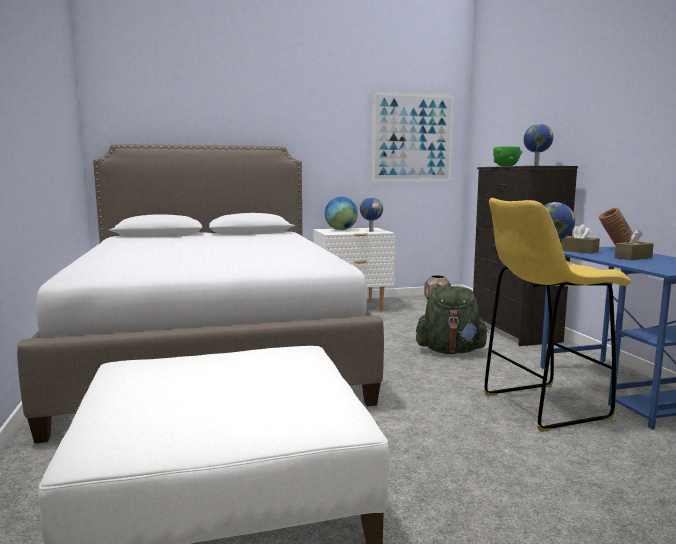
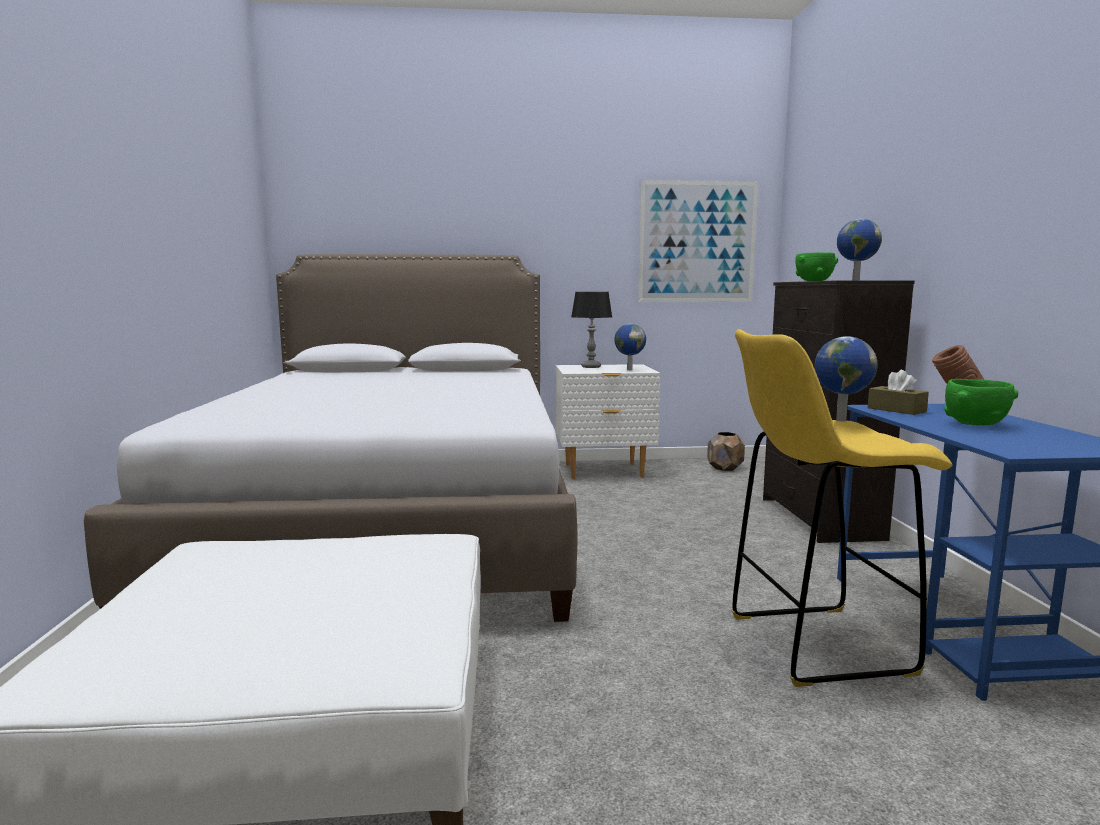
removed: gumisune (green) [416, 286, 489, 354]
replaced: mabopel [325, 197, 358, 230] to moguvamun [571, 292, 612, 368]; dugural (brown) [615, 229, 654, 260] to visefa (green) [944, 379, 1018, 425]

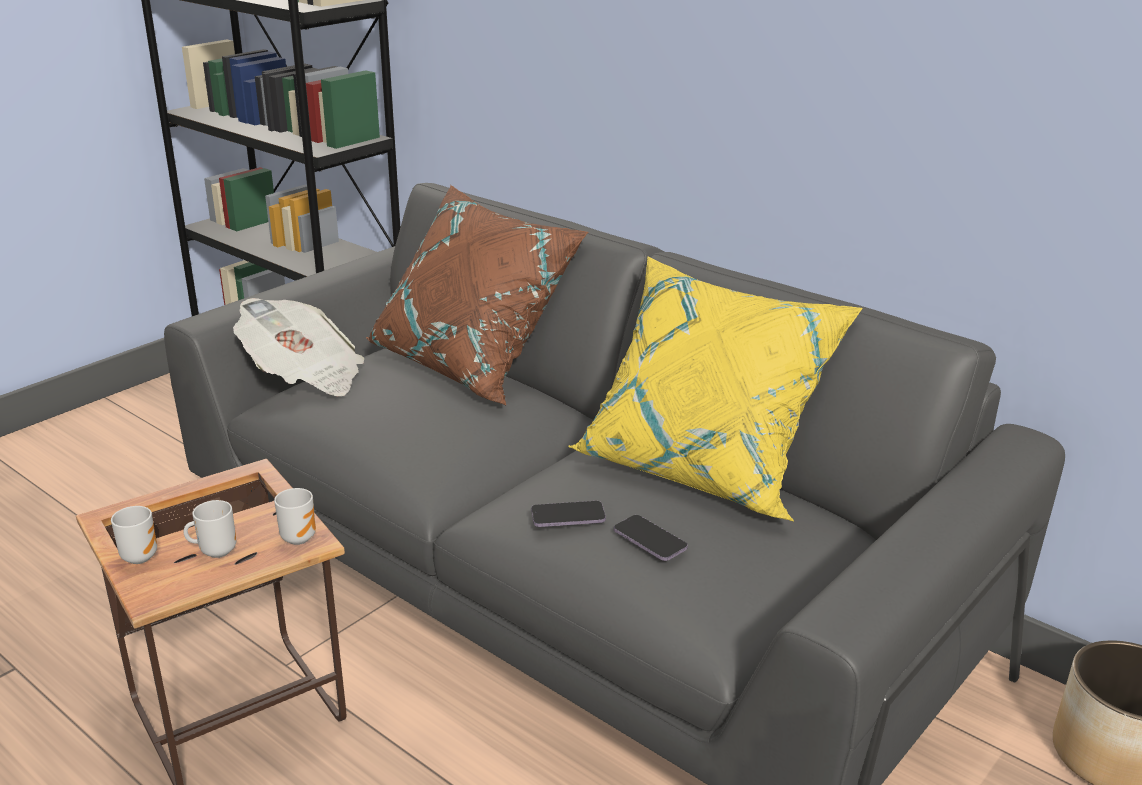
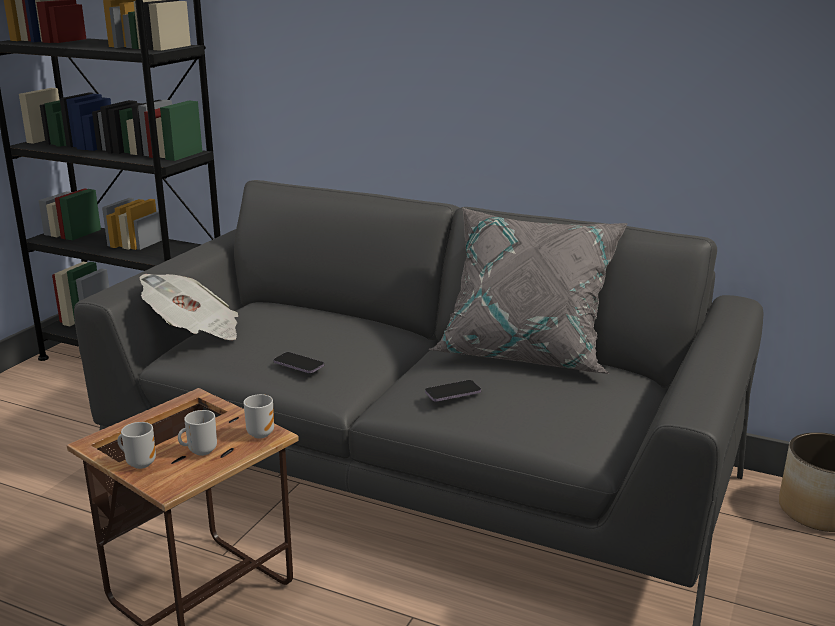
removed: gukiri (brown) [366, 185, 588, 405]
moved: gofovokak [614, 515, 688, 561] to [273, 352, 324, 373]
recoloured: gukiri (yellow) [568, 257, 863, 521] to gukiri (grey) [429, 208, 628, 374]

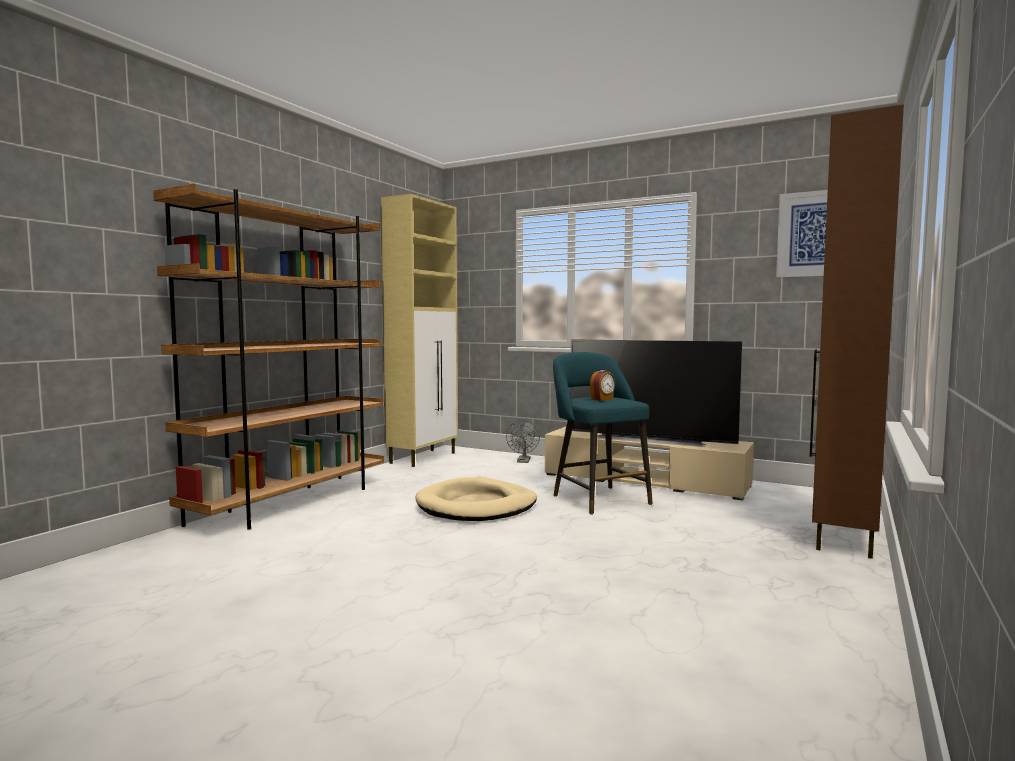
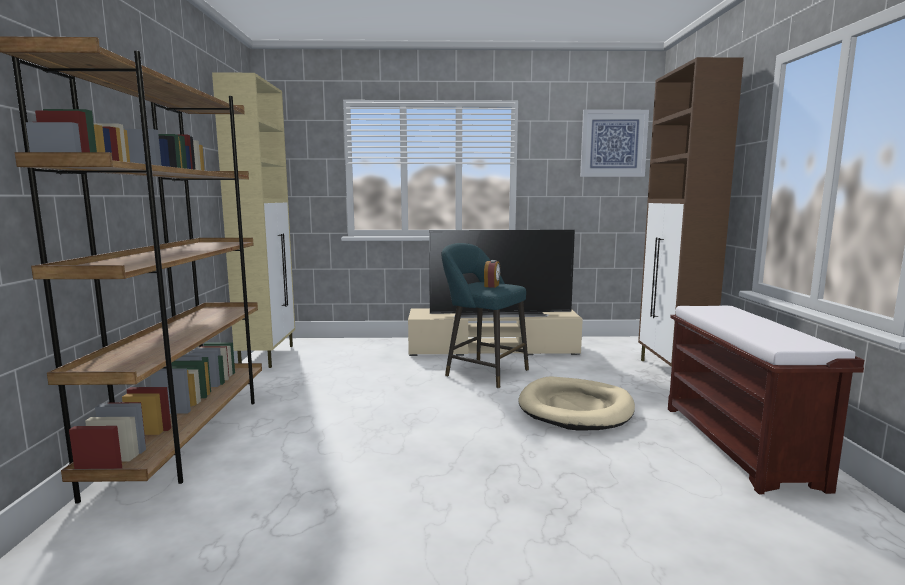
removed: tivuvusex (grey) [506, 420, 540, 463]
added: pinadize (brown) [668, 306, 864, 494]
moved: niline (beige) [415, 477, 537, 521] to [519, 376, 635, 431]

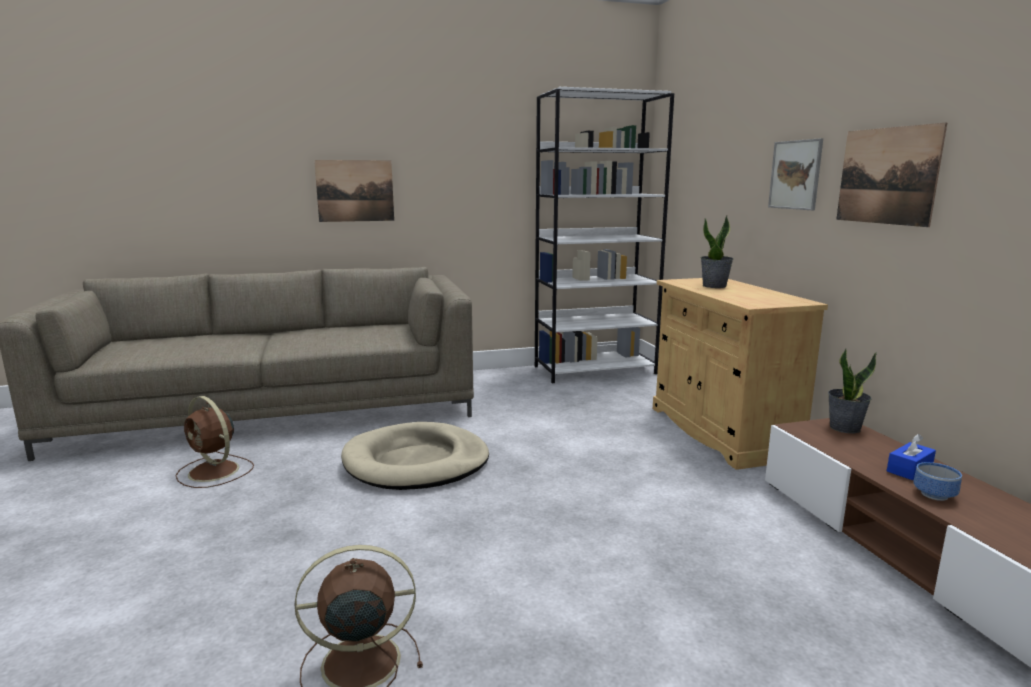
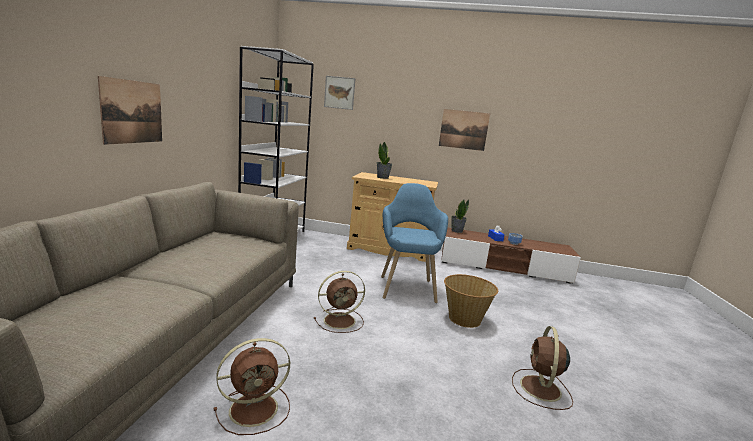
added: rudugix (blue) [381, 183, 448, 303]; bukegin [444, 274, 498, 328]
moved: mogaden [768, 138, 823, 210] to [324, 76, 356, 110]
replaced: niline (beige) [341, 422, 489, 490] to tivuvusex (brown) [314, 271, 365, 333]

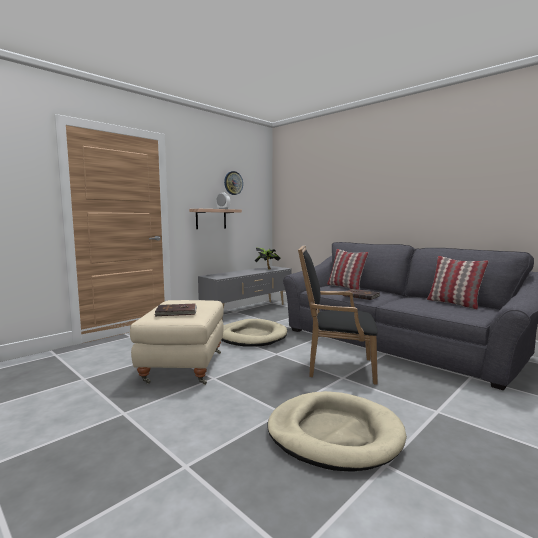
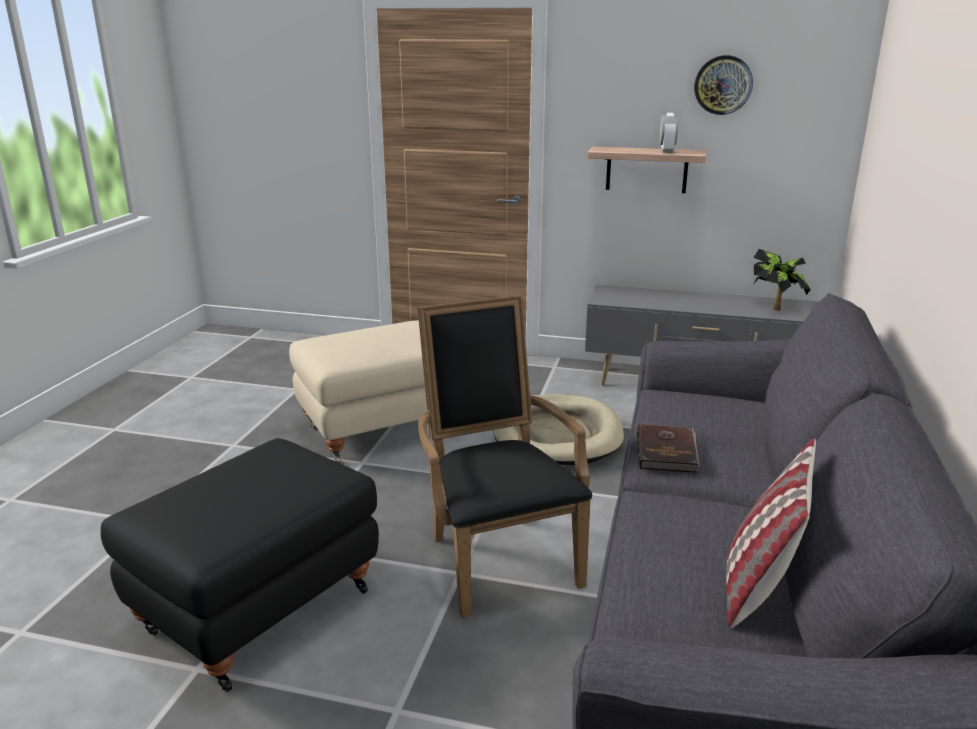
removed: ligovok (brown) [155, 304, 197, 316]; gukiri [327, 249, 368, 290]
replaced: niline (beige) [267, 391, 407, 472] to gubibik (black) [101, 438, 379, 692]

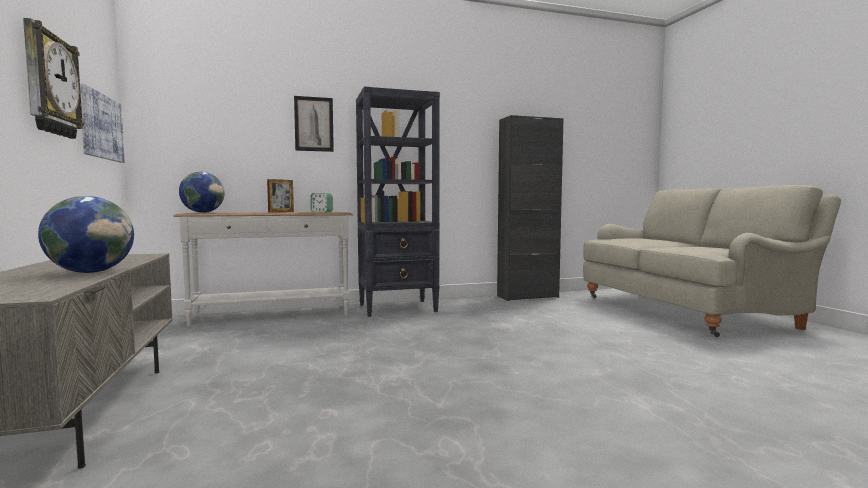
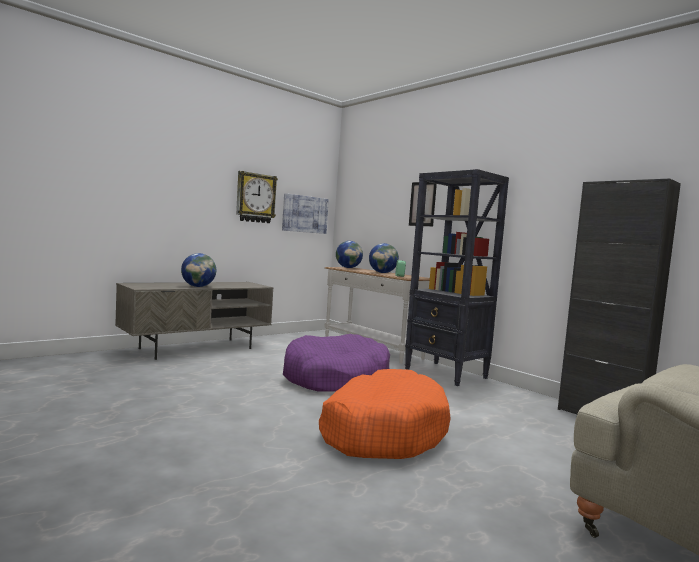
added: niline (purple) [283, 334, 390, 392]; niline (orange) [319, 369, 451, 459]
replaced: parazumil [267, 179, 294, 213] to mabopel [369, 243, 399, 273]

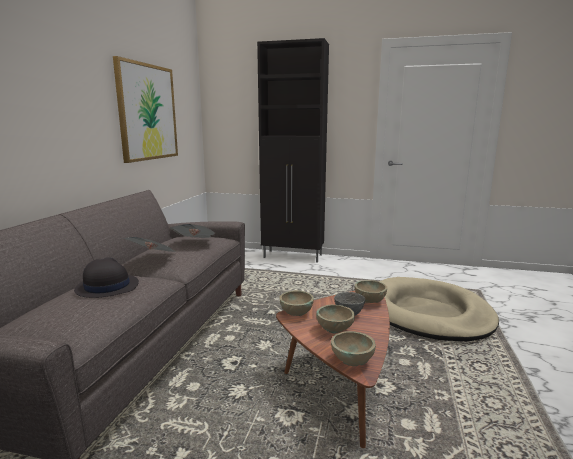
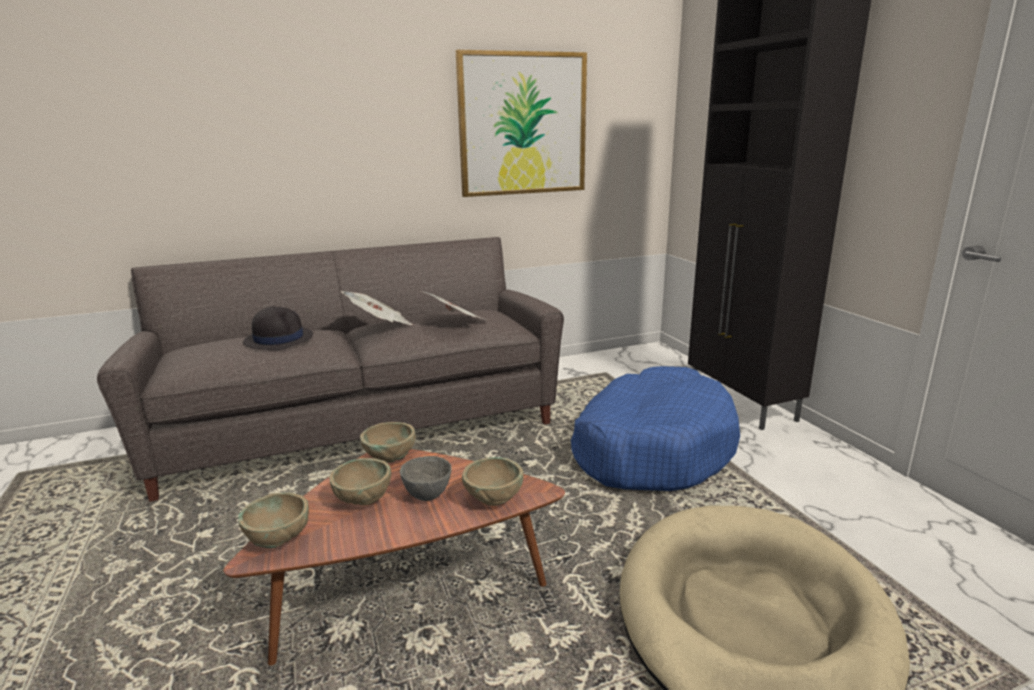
added: niline (blue) [571, 366, 740, 491]

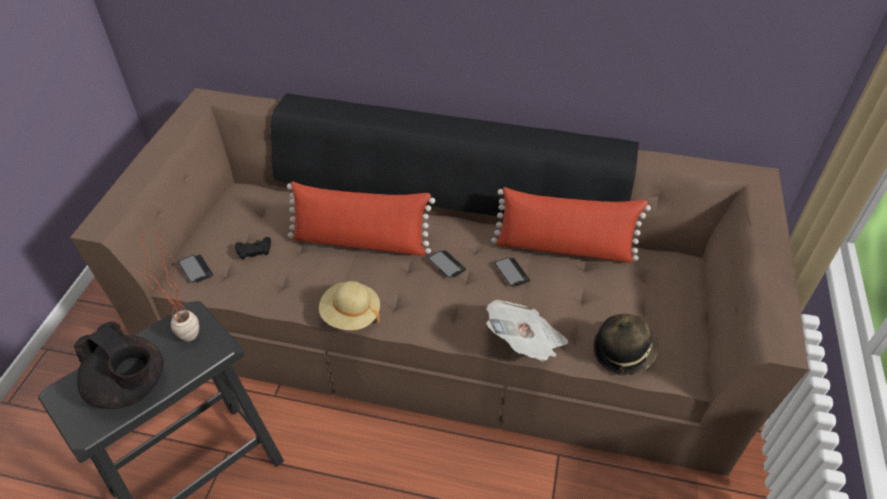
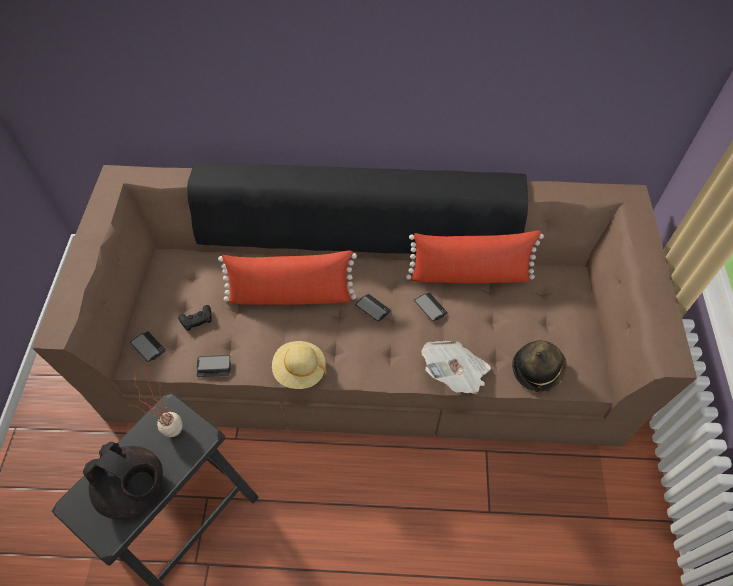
added: gofovokak [196, 355, 231, 377]

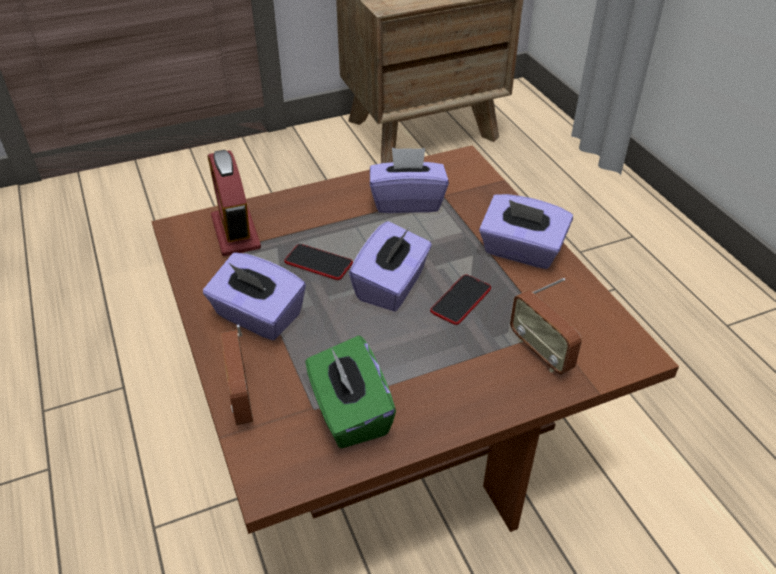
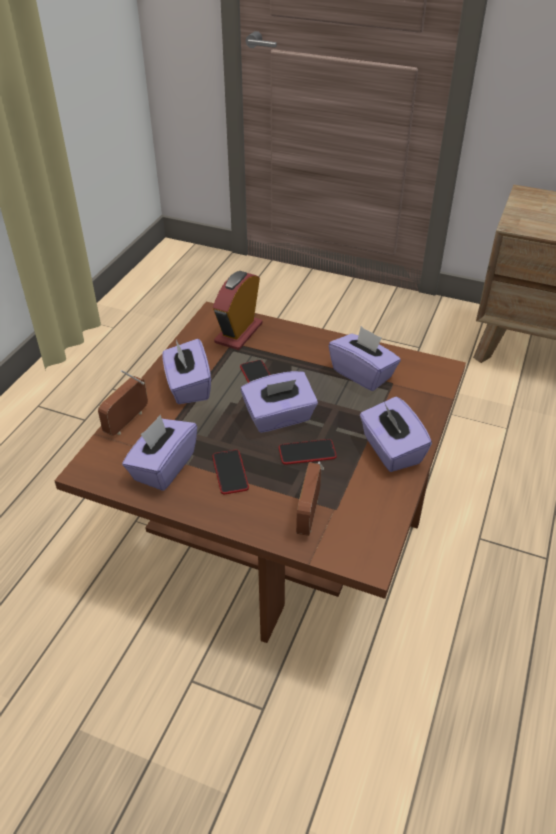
added: gofovokak [213, 450, 249, 494]
recoloured: dugural (green) [305, 335, 396, 448] to dugural (purple) [122, 415, 197, 491]

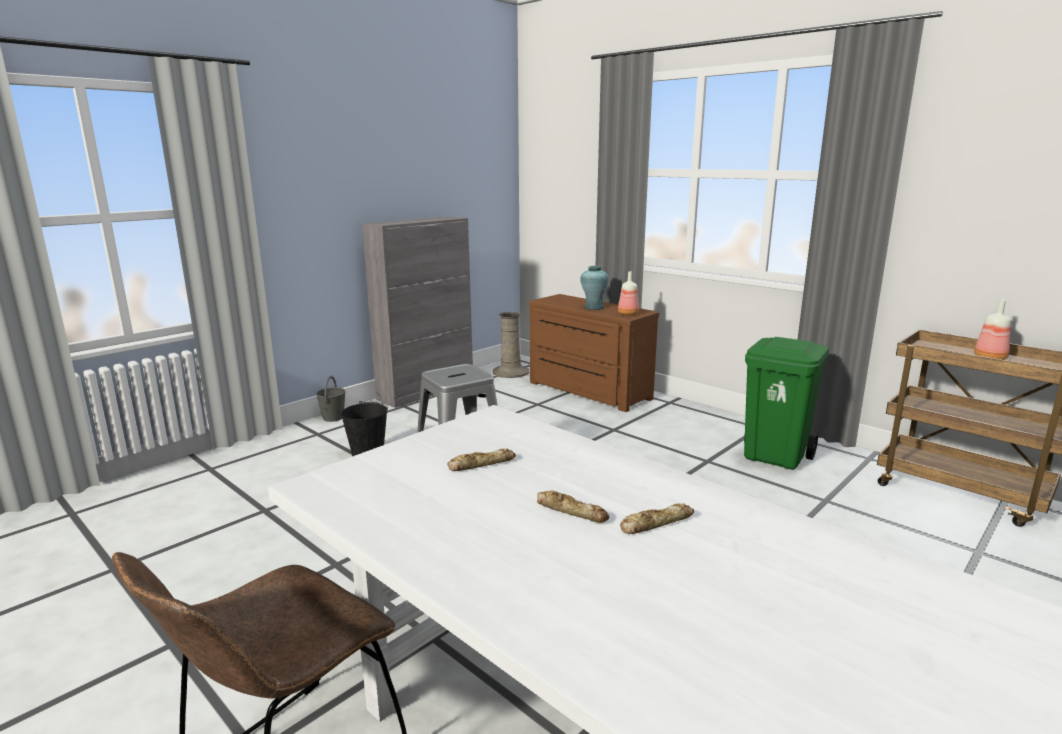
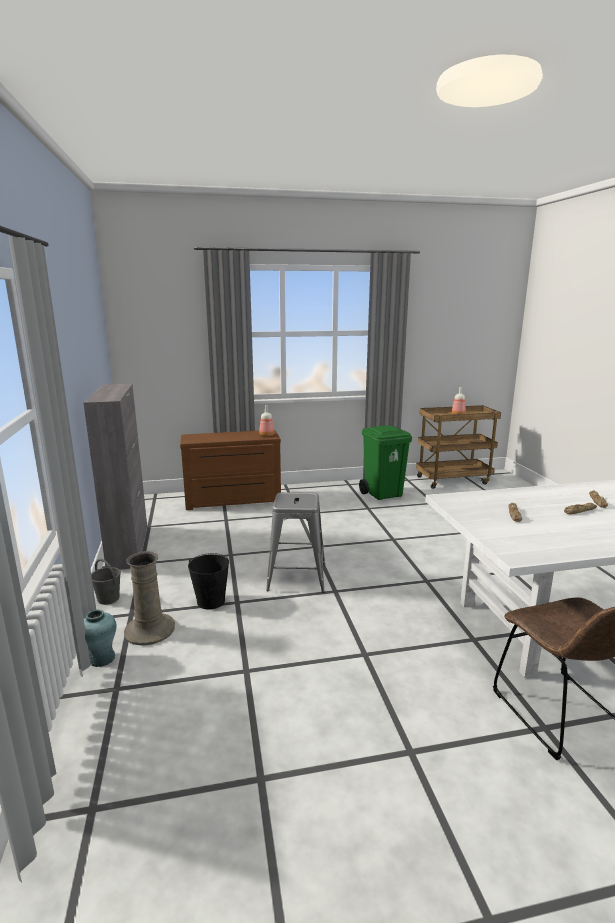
moved: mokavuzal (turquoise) [580, 266, 609, 310] to [84, 610, 117, 667]; mokavuzal (beige) [493, 312, 529, 378] to [124, 551, 175, 646]

